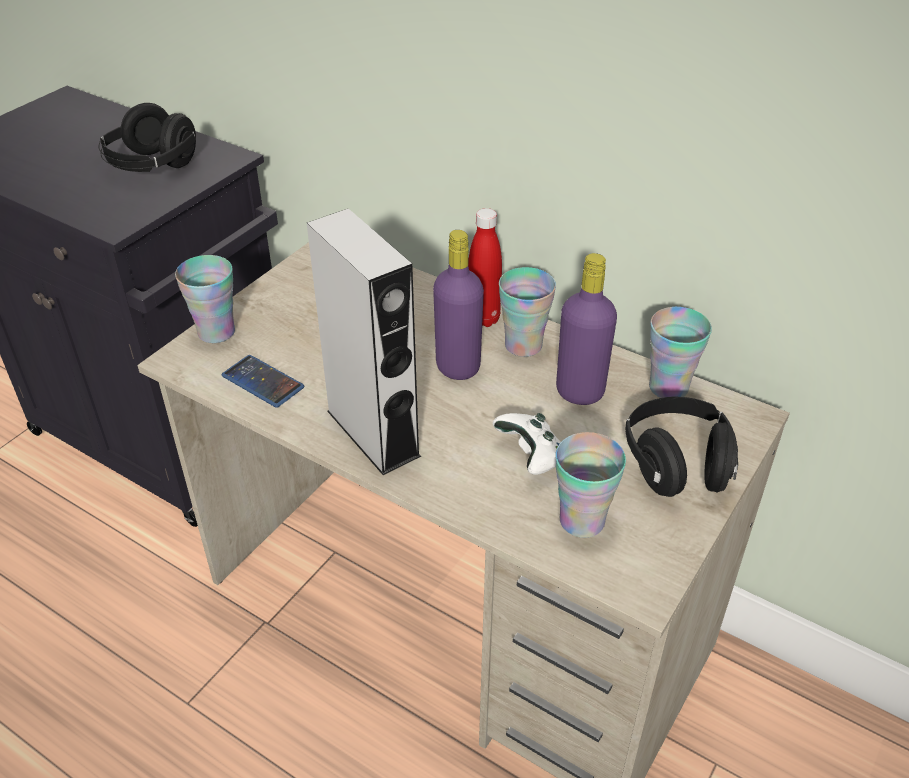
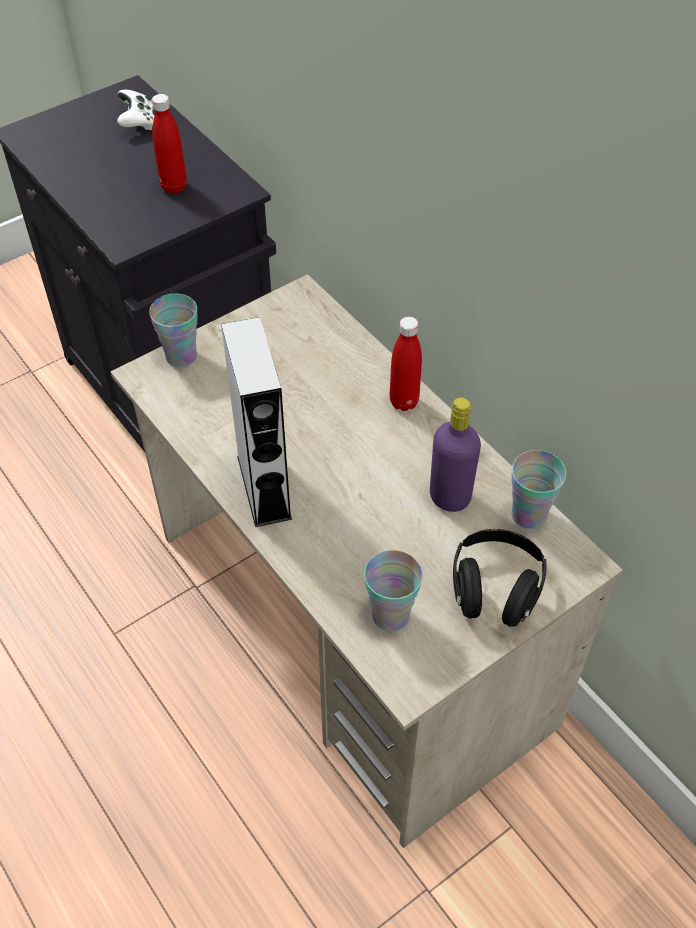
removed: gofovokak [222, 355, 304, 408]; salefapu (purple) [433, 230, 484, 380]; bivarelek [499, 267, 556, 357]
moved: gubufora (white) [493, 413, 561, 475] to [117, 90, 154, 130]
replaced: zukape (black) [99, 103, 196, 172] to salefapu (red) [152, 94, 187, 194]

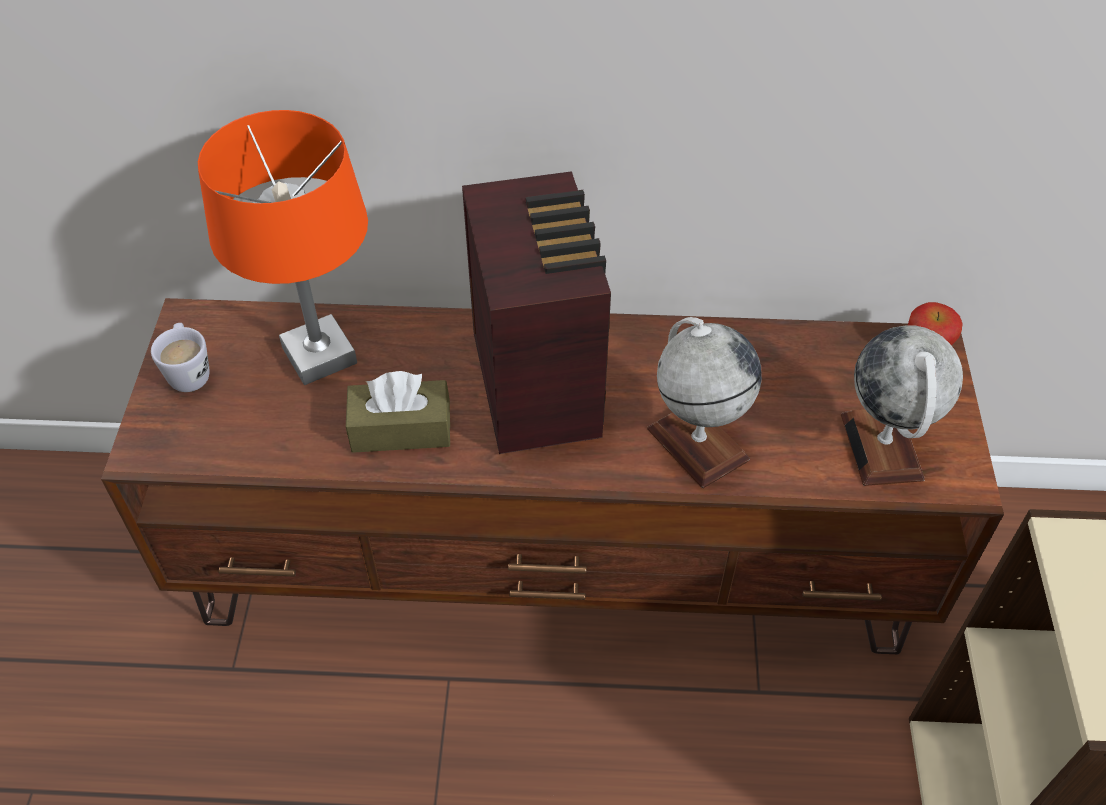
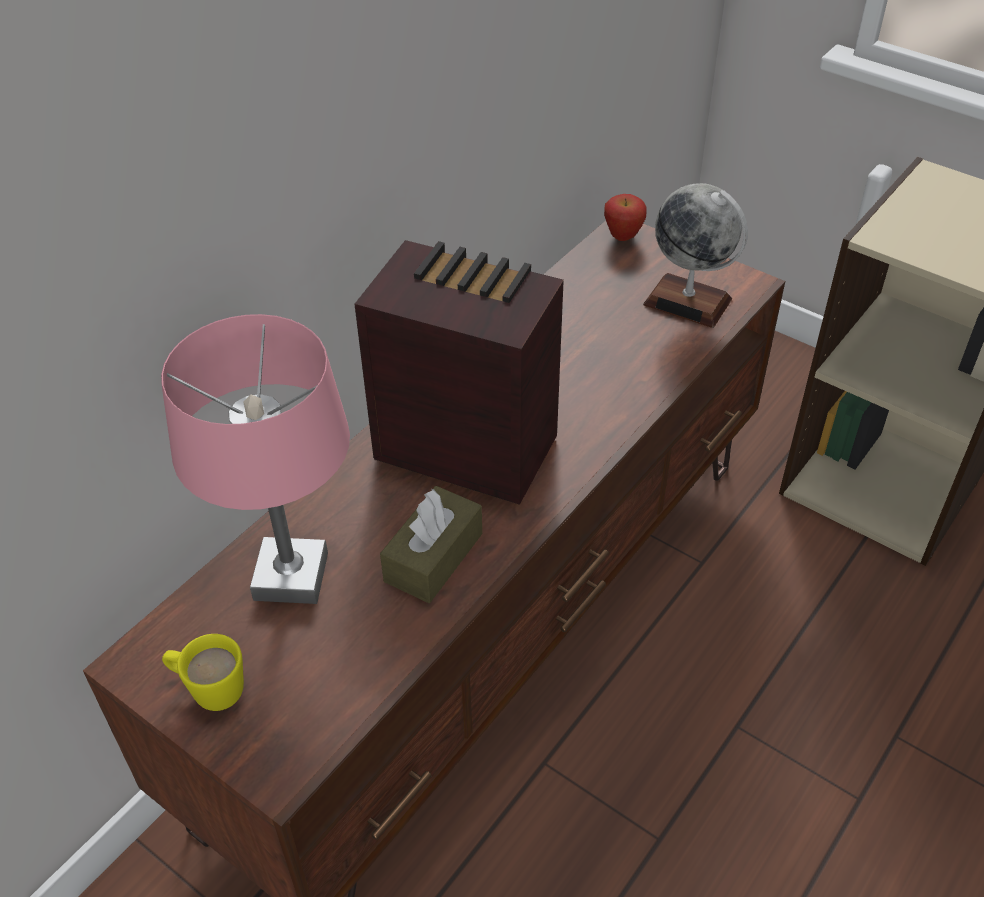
removed: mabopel [647, 317, 762, 488]
recoloured: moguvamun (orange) [198, 110, 368, 385] to moguvamun (pink) [161, 314, 350, 604]; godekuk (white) [151, 323, 209, 392] to godekuk (yellow) [162, 634, 244, 711]

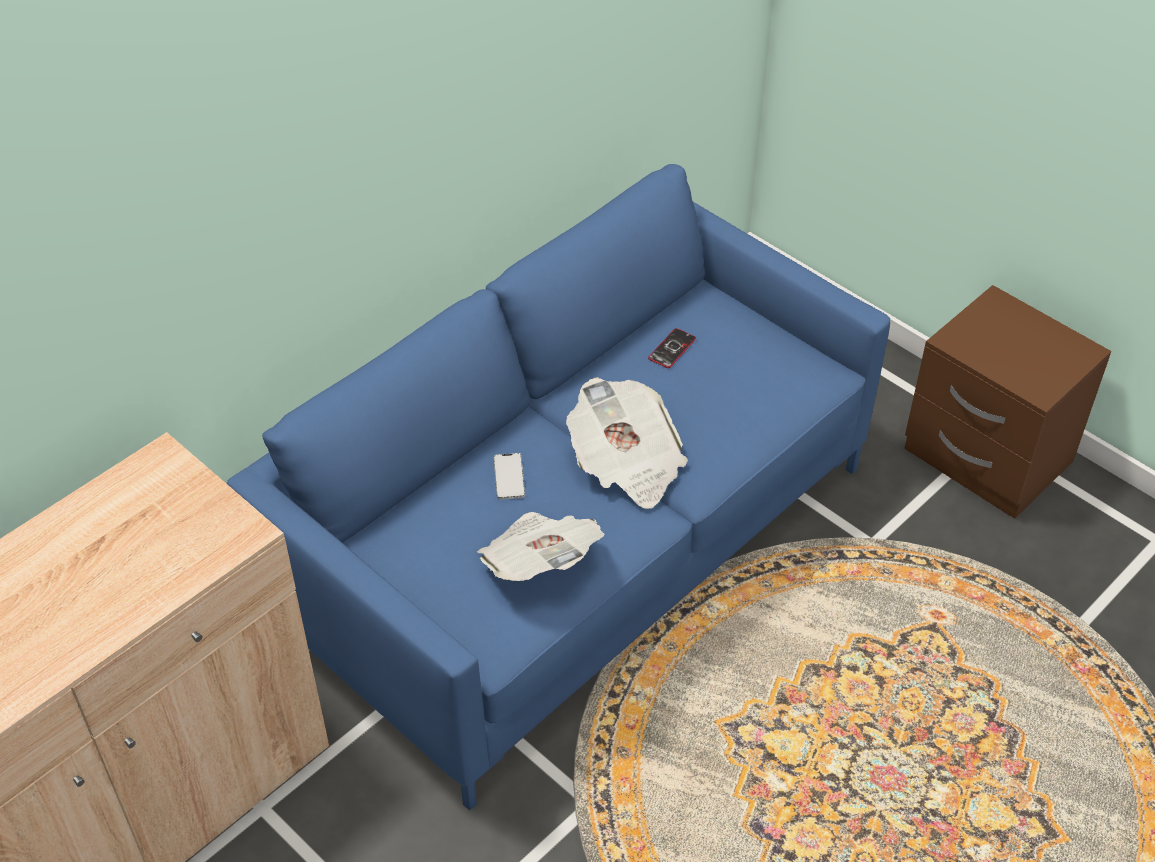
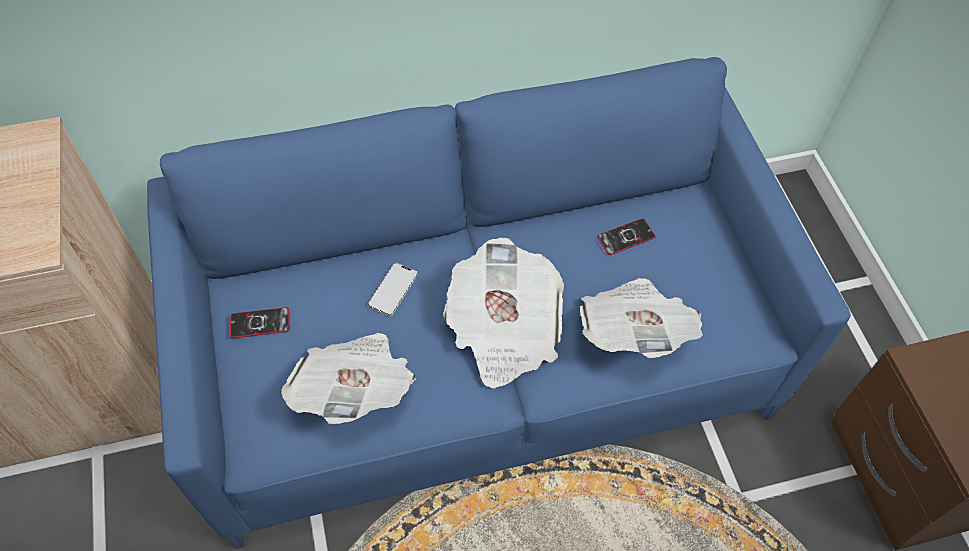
added: gofovokak [230, 307, 290, 338]; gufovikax [580, 278, 703, 358]

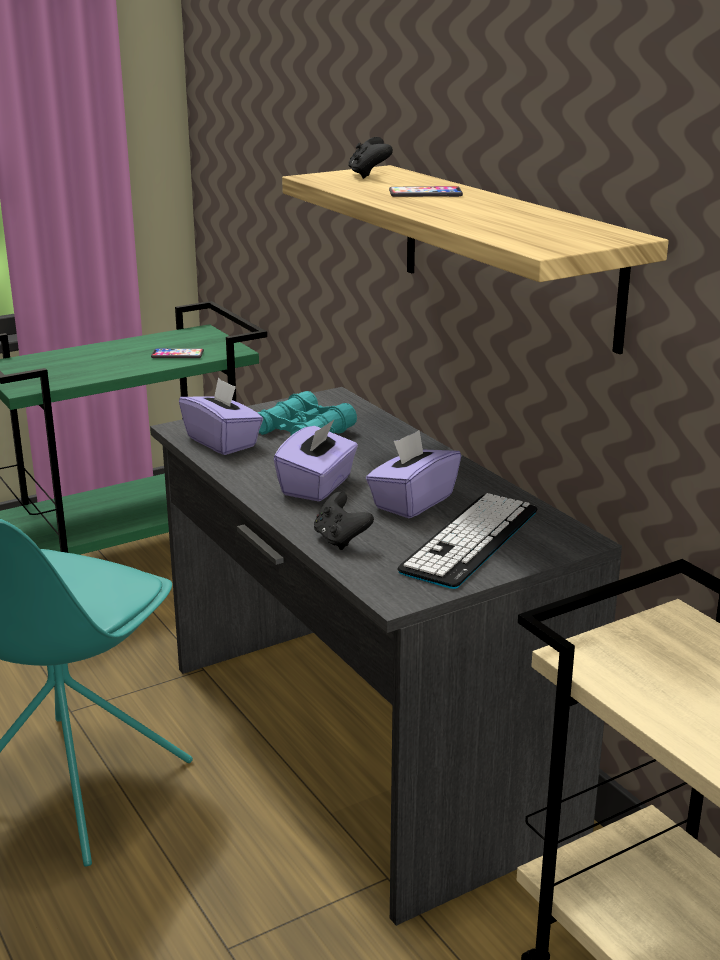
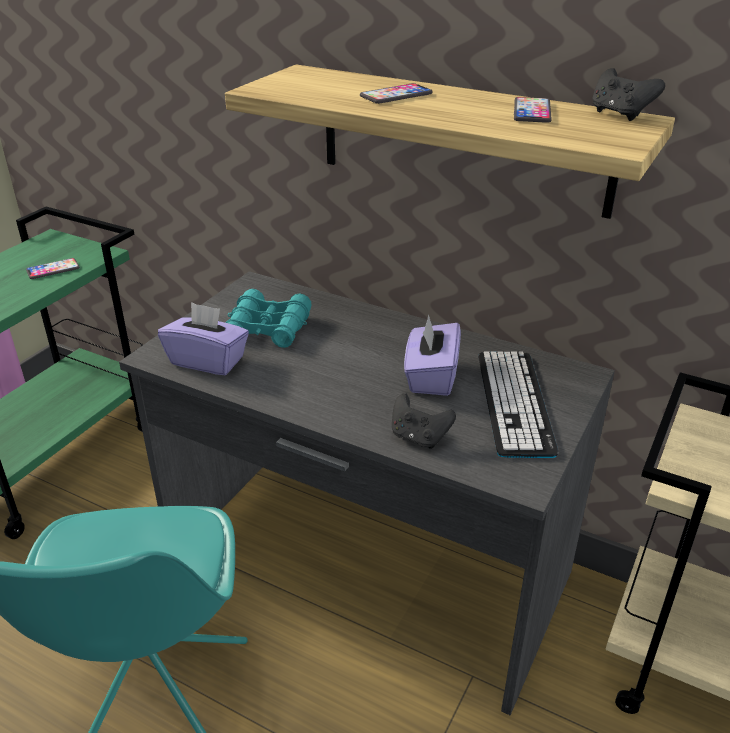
removed: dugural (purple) [274, 420, 358, 502]
added: gofovokak [514, 97, 552, 123]
moved: gubufora (black) [348, 137, 393, 179] to [592, 68, 665, 121]

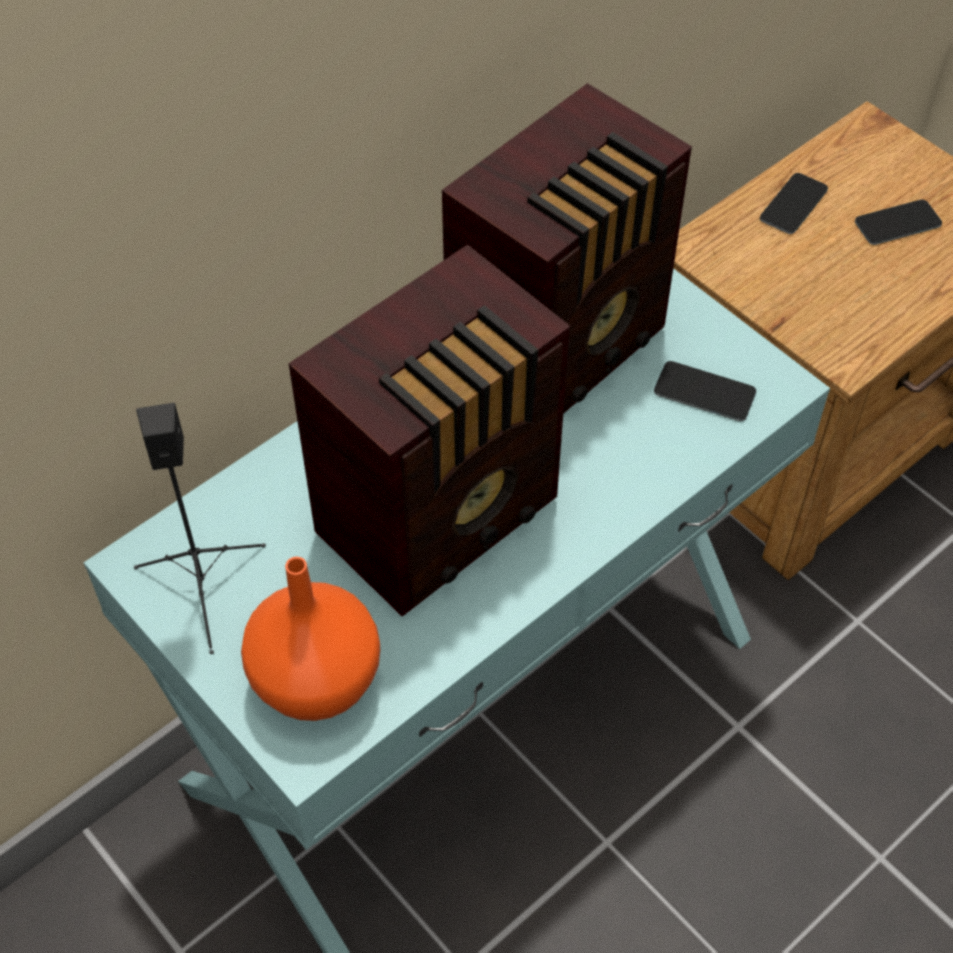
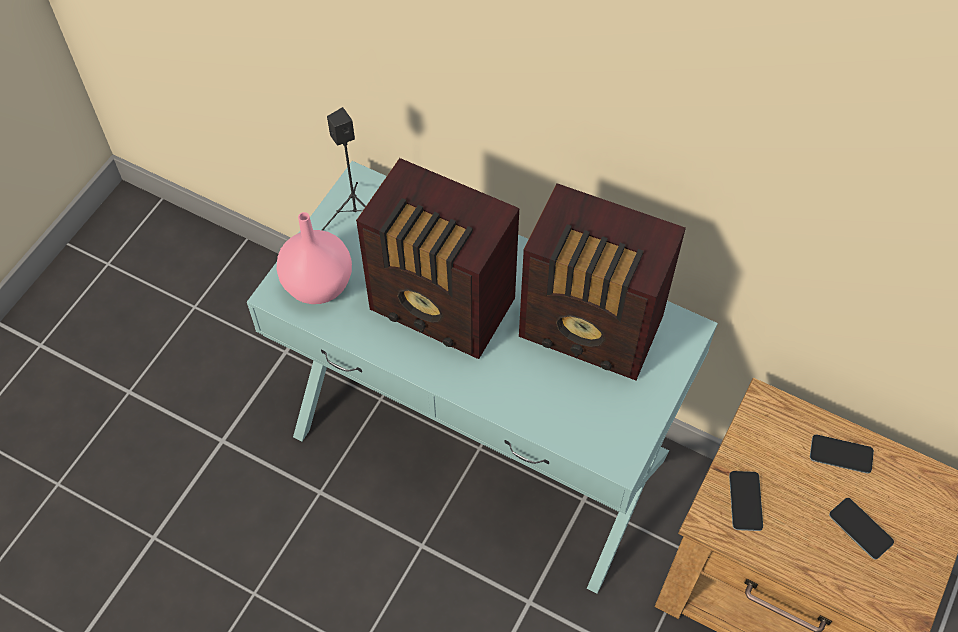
moved: gofovokak [654, 361, 756, 421] to [729, 471, 763, 531]
recoloured: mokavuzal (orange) [241, 557, 380, 721] to mokavuzal (pink) [276, 212, 352, 304]

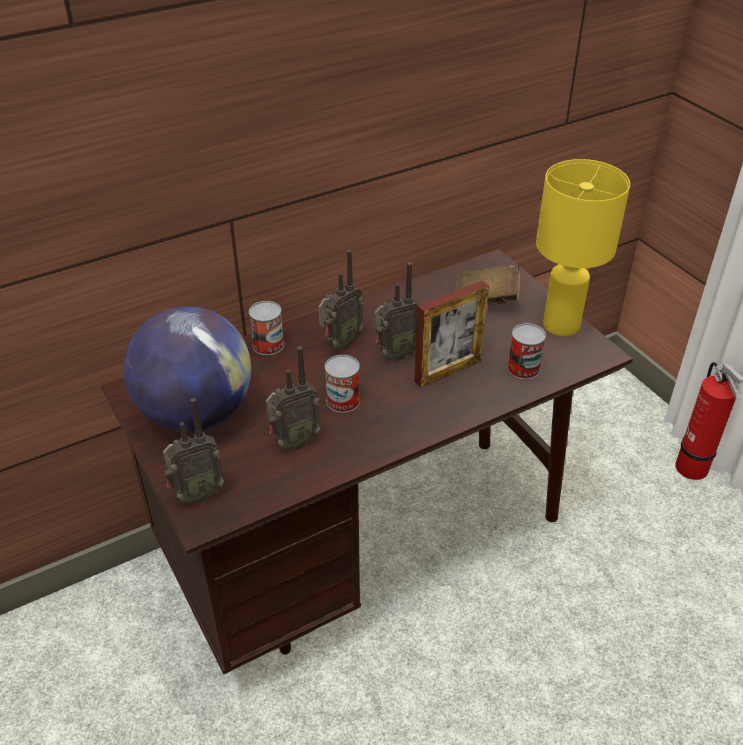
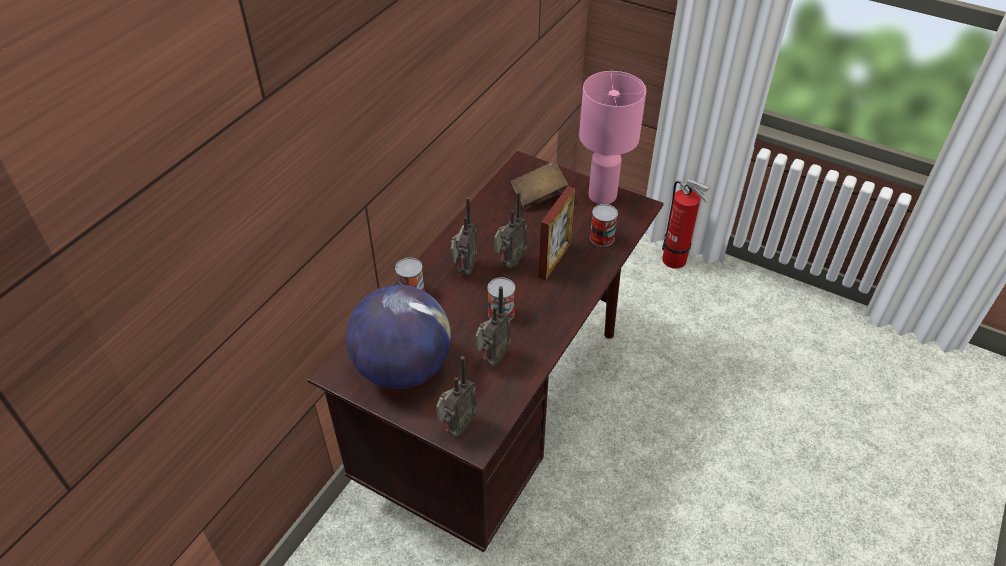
recoloured: moguvamun (yellow) [536, 159, 630, 337] to moguvamun (pink) [579, 71, 646, 204]

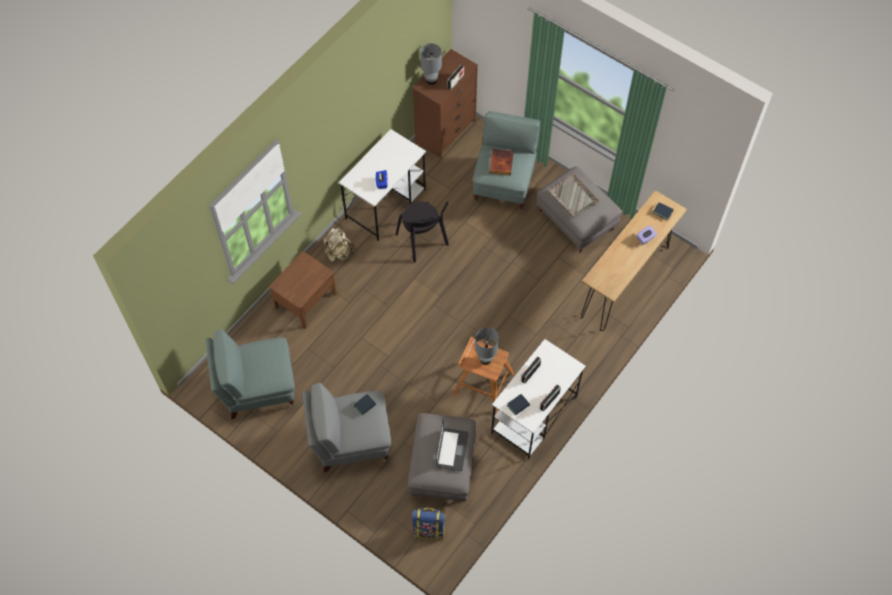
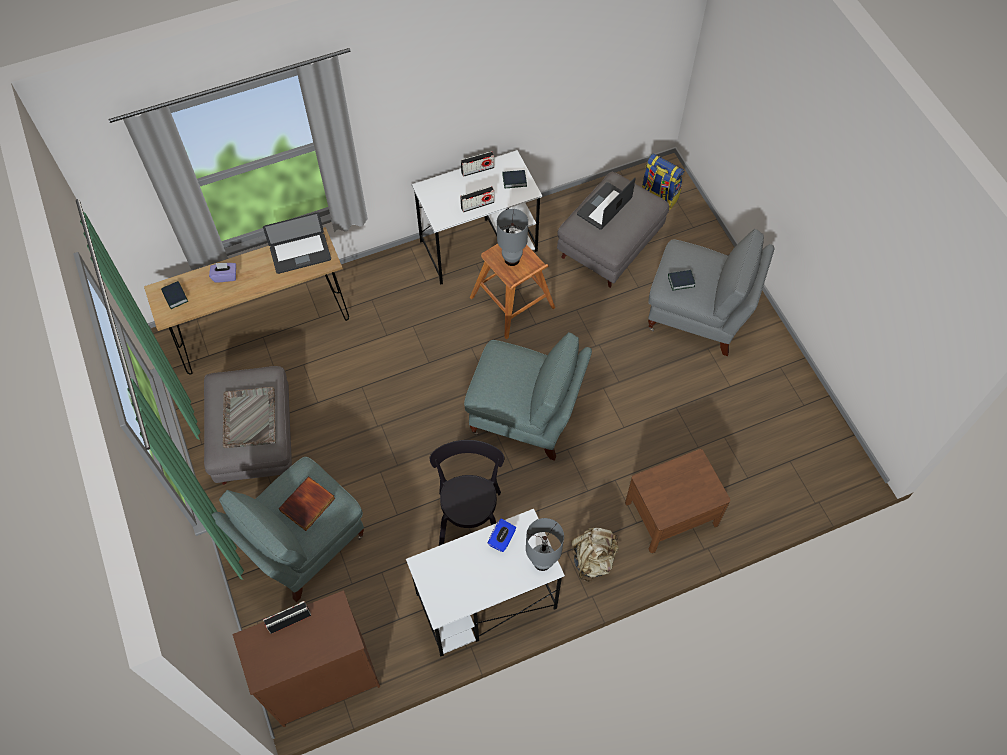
added: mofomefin [263, 212, 331, 274]
moved: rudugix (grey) [205, 329, 295, 419] to [464, 332, 592, 461]; moguvamun (grey) [420, 43, 442, 85] to [526, 518, 564, 571]

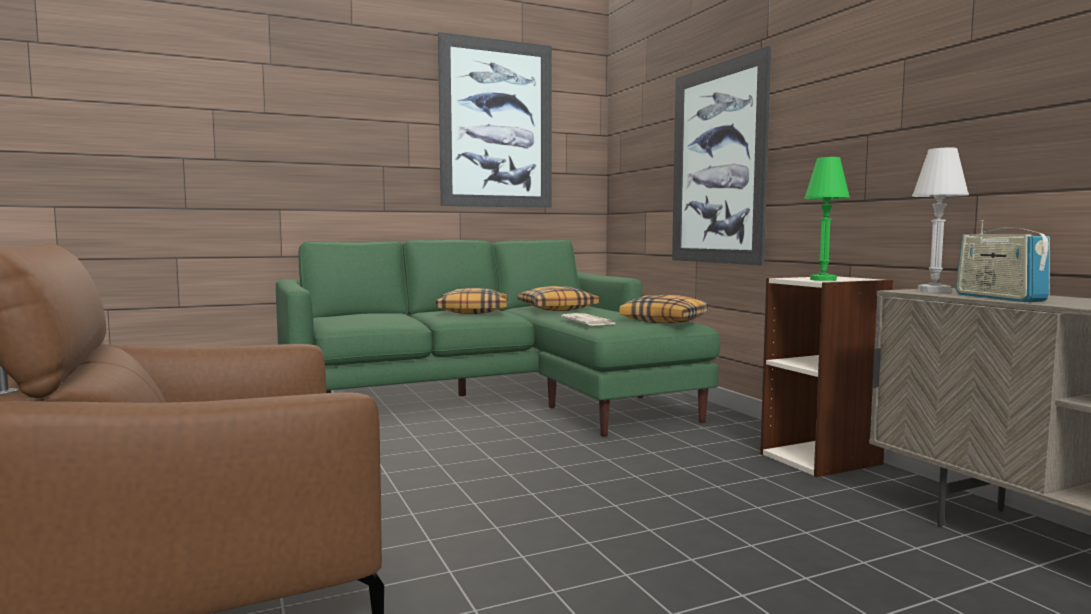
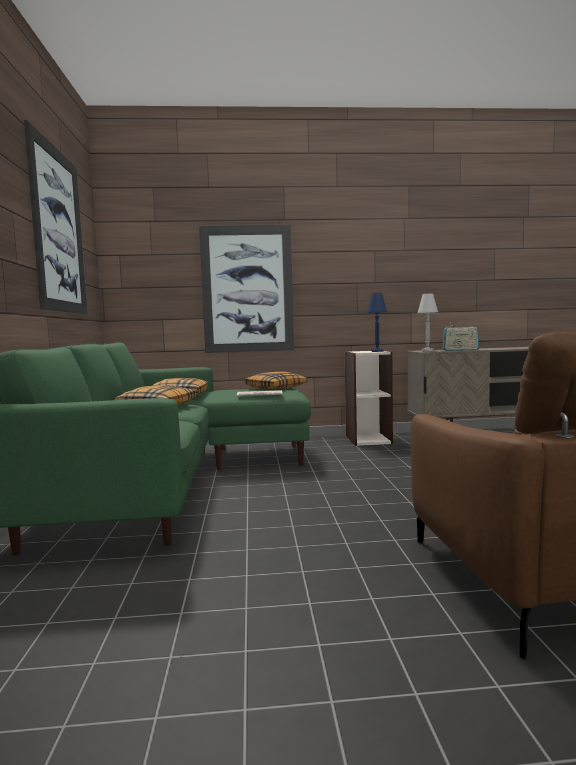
recoloured: moguvamun (green) [804, 157, 850, 281] to moguvamun (blue) [367, 293, 387, 352]

